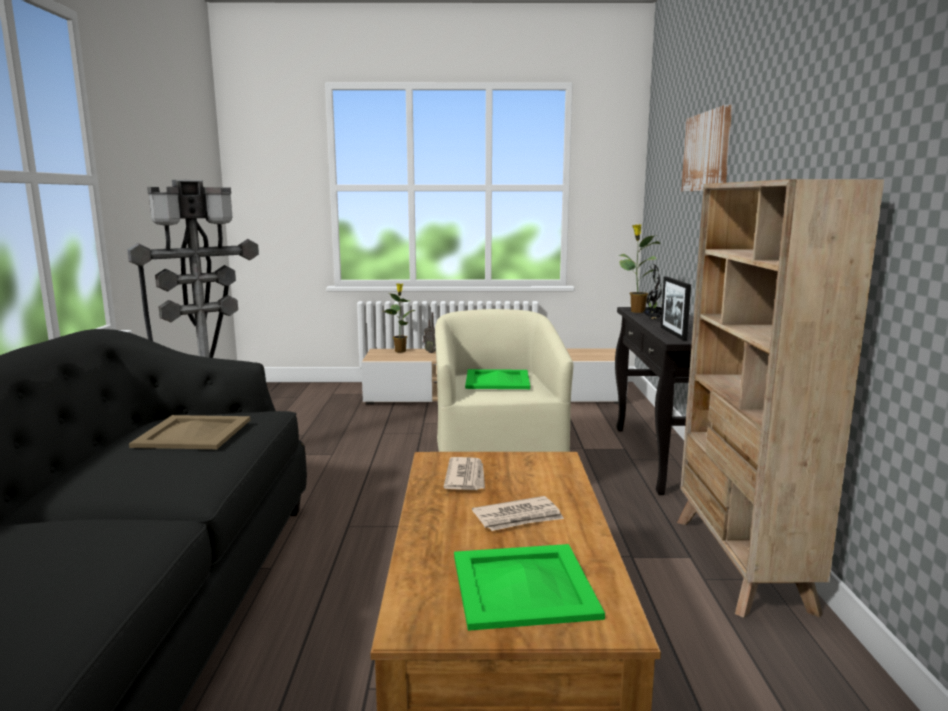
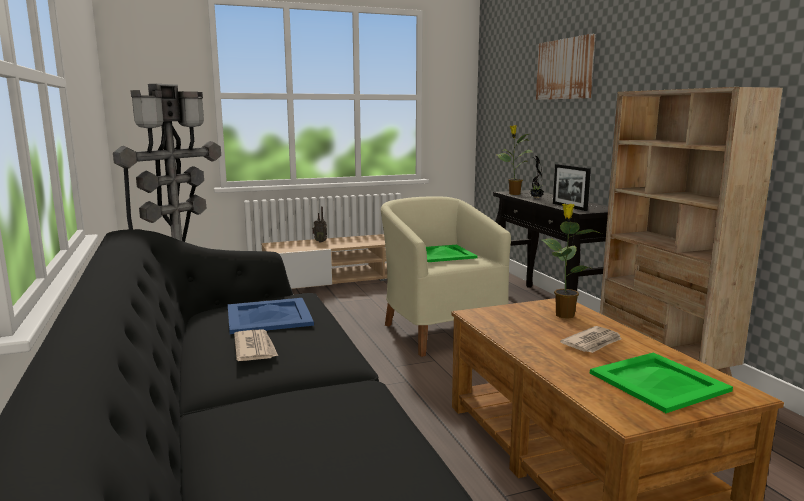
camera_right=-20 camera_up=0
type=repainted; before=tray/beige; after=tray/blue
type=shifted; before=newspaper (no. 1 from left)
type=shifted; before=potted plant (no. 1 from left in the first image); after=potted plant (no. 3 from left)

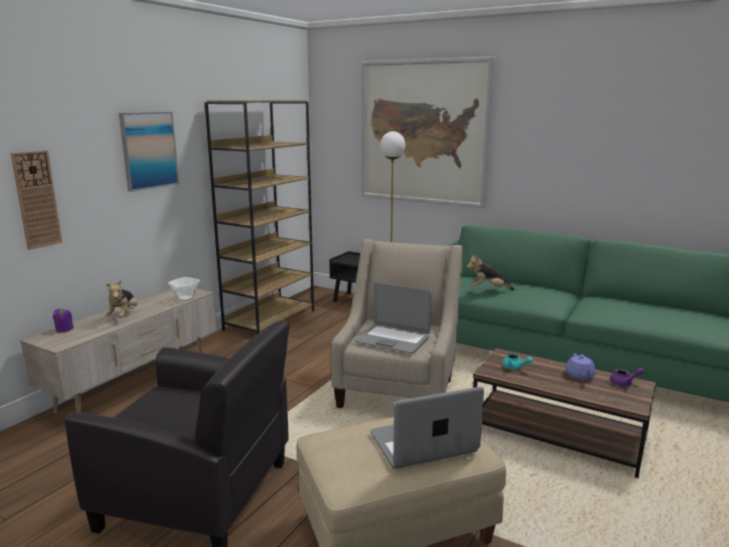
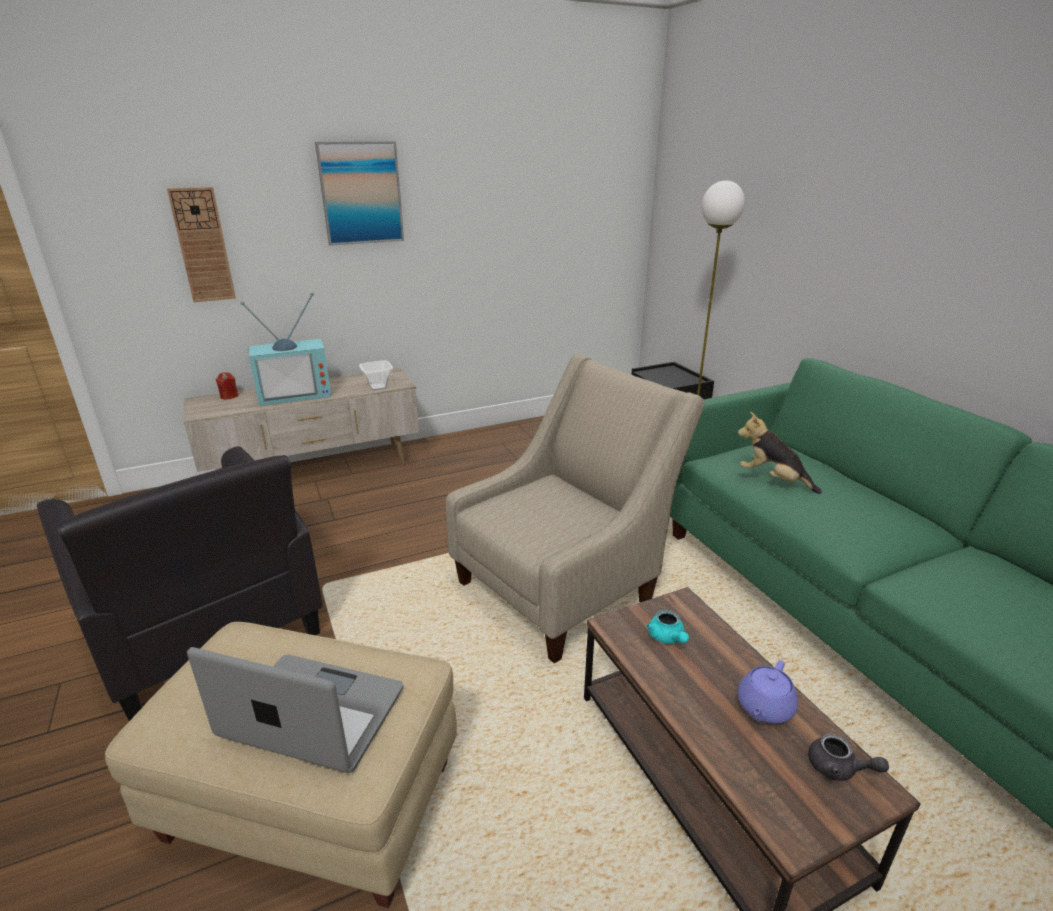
camera_right=35 camera_up=10
type=repainted; before=candle/purple; after=candle/red
type=swapped; before=plush toy (no. 1 from left); after=television
type=repainted; before=teapot/purple (no. 2 from left); after=teapot/grey
type=gone; before=bookcase/brown
type=gone; before=laptop (no. 1 from left)
type=gone; before=picture (no. 2 from left)

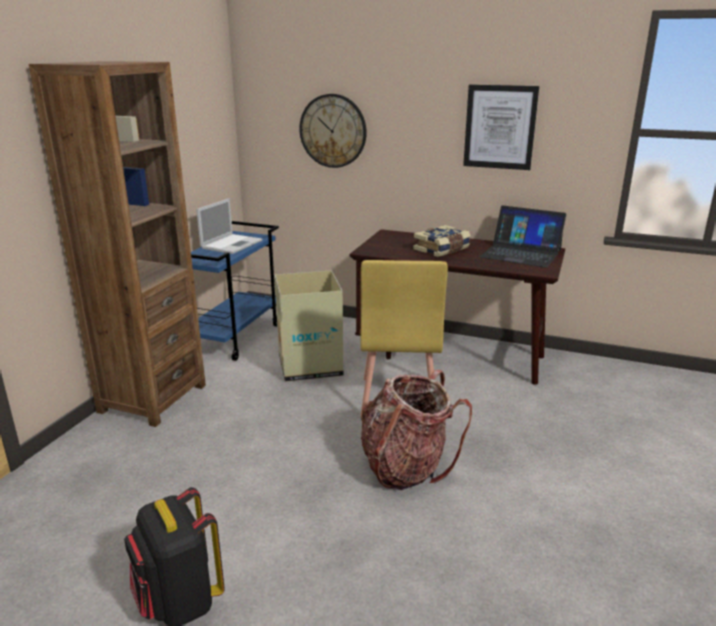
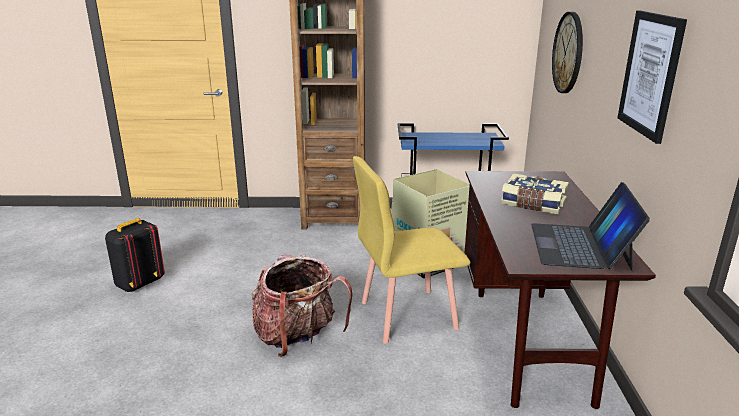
camera_right=70 camera_up=0
type=gone; before=laptop (no. 1 from left)

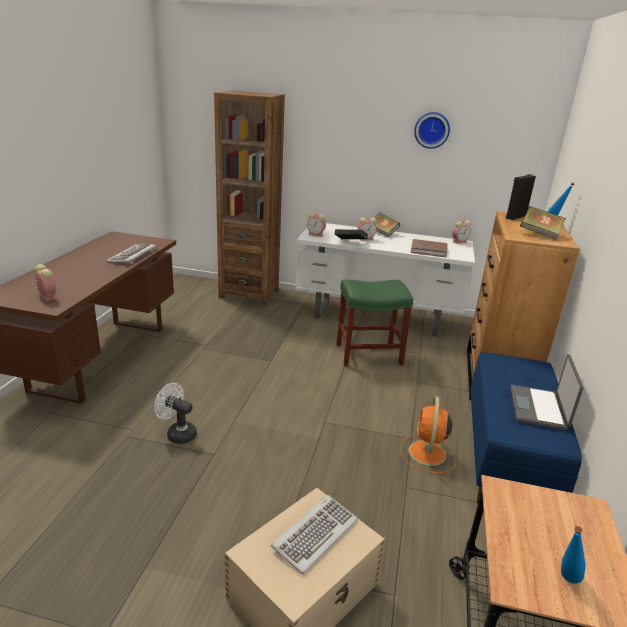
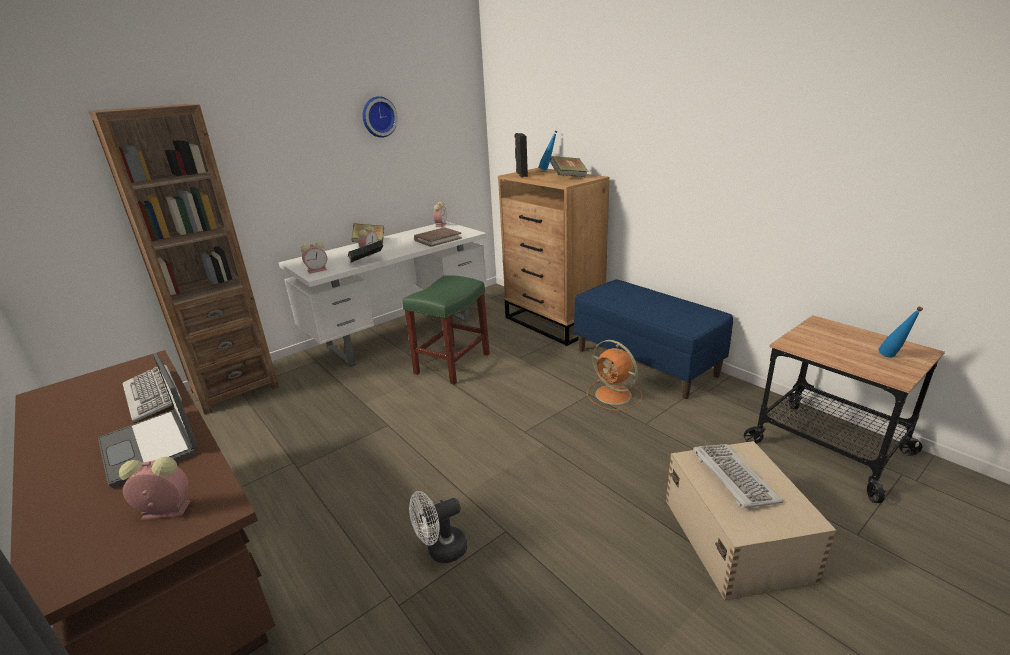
camera_right=-50 camera_up=0
type=shifted; before=laptop

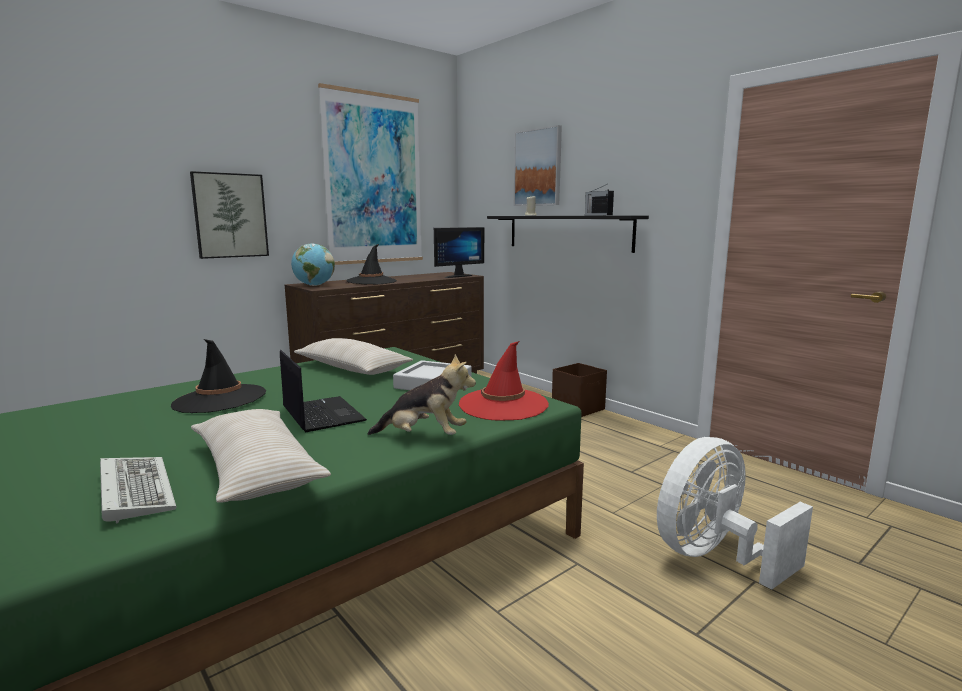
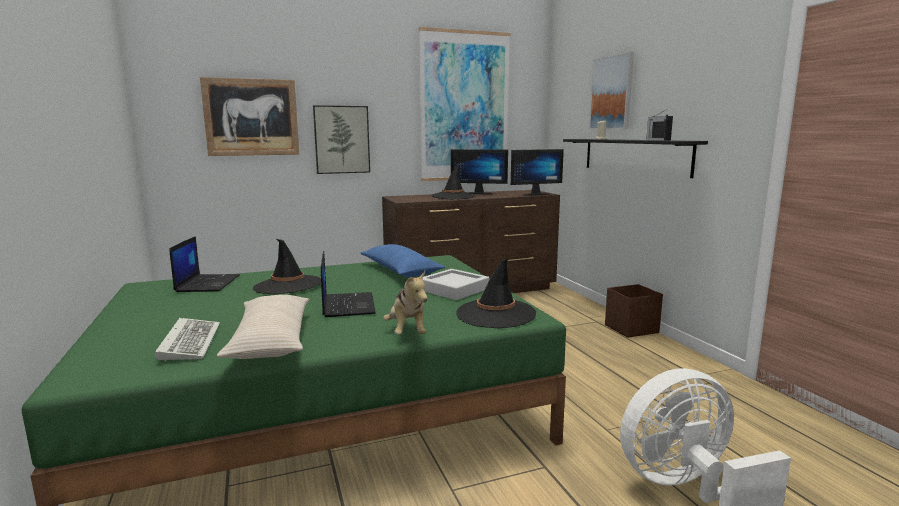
camera_right=20 camera_up=0
type=new; after=laptop (no. 1 from left)
type=new; after=picture (no. 1 from left)
type=repainted; before=pillow/beige (no. 2 from left); after=pillow/blue
type=rotated; before=plush toy; turn=45
type=new; after=monitor (no. 1 from left)
type=repainted; before=hat/red; after=hat/black (no. 3 from left)
type=gone; before=globe

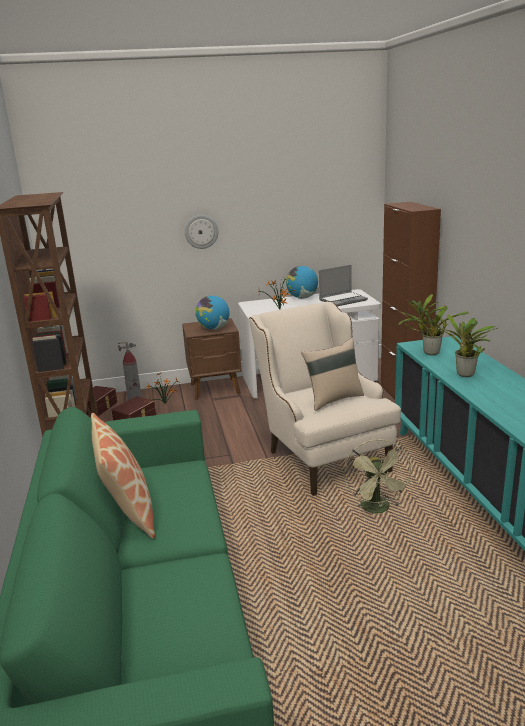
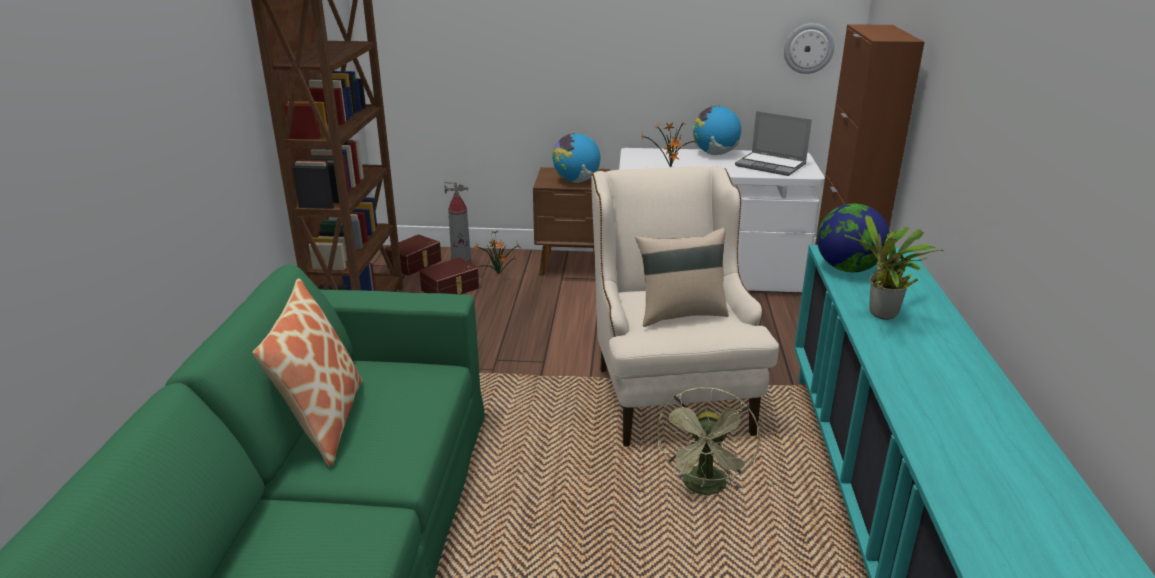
camera_right=15 camera_up=5
type=rotated; before=laptop; turn=45
type=shifted; before=wall clock
type=swapped; before=potted plant (no. 3 from left); after=globe (no. 3 from left)

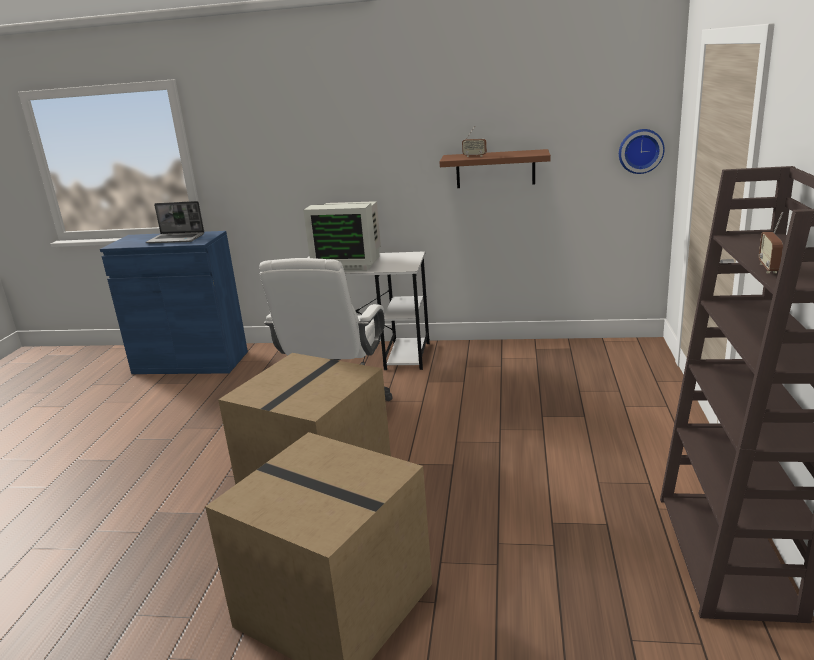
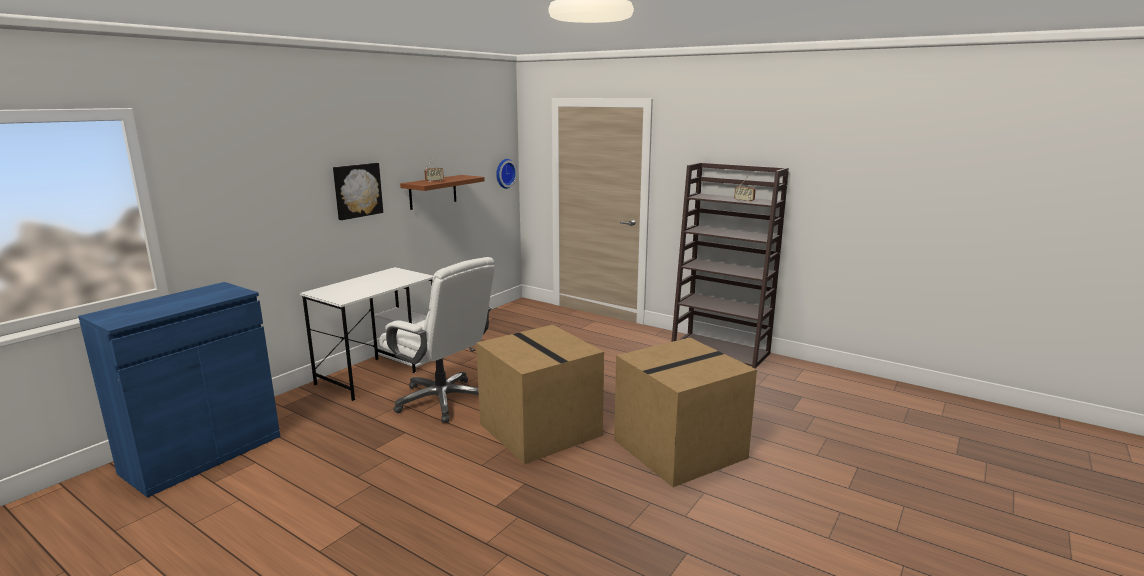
camera_right=-65 camera_up=-5
type=new; after=picture
type=gone; before=laptop
type=gone; before=monitor

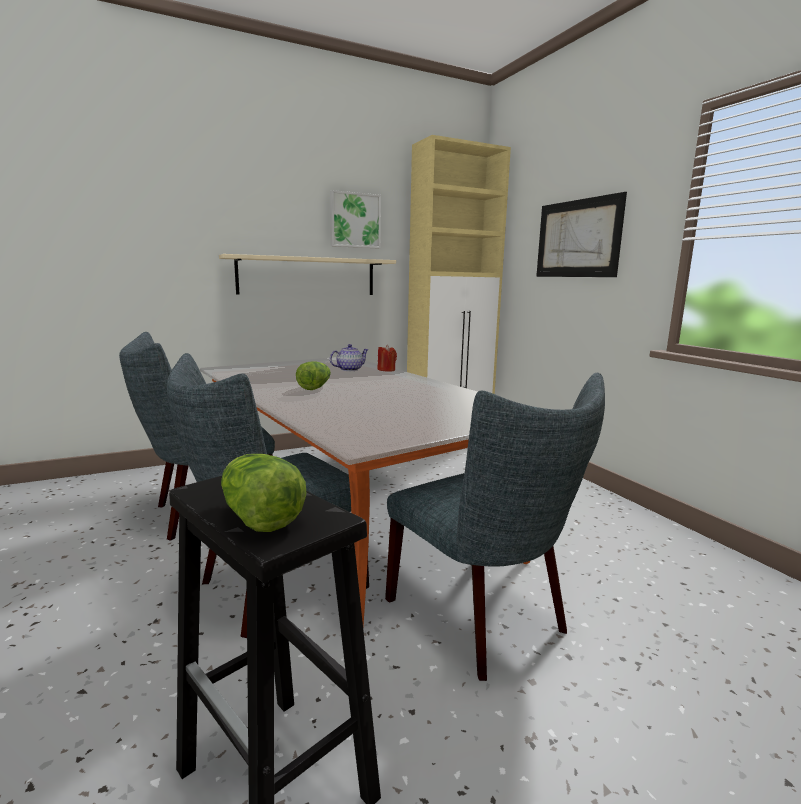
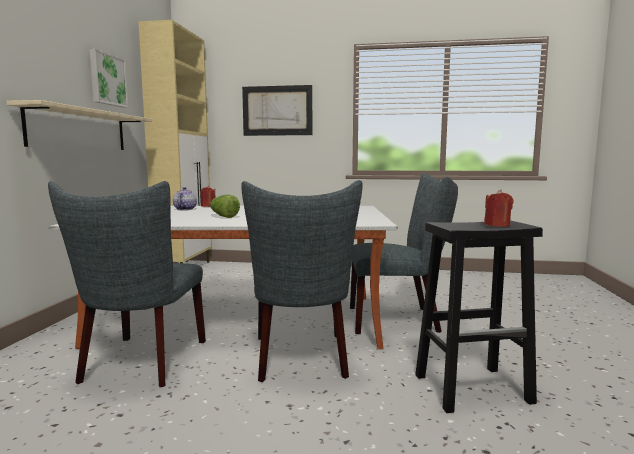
camera_right=-55 camera_up=-5
type=swapped; before=lettuce (no. 1 from left); after=candle/red (no. 2 from left)

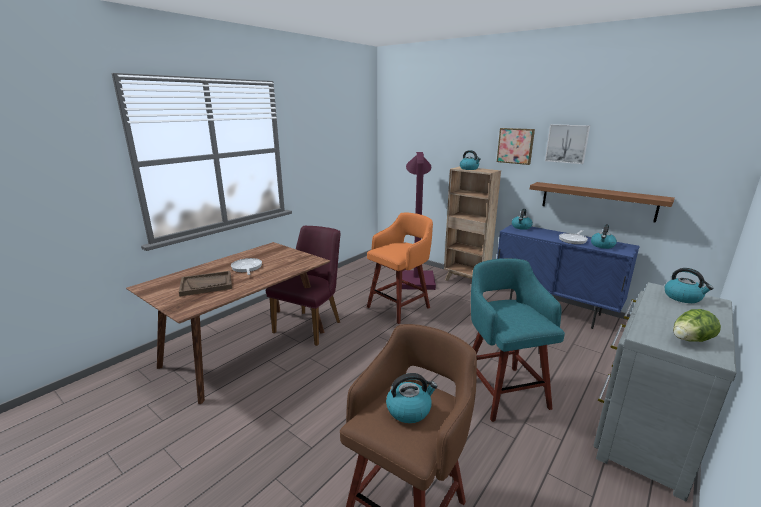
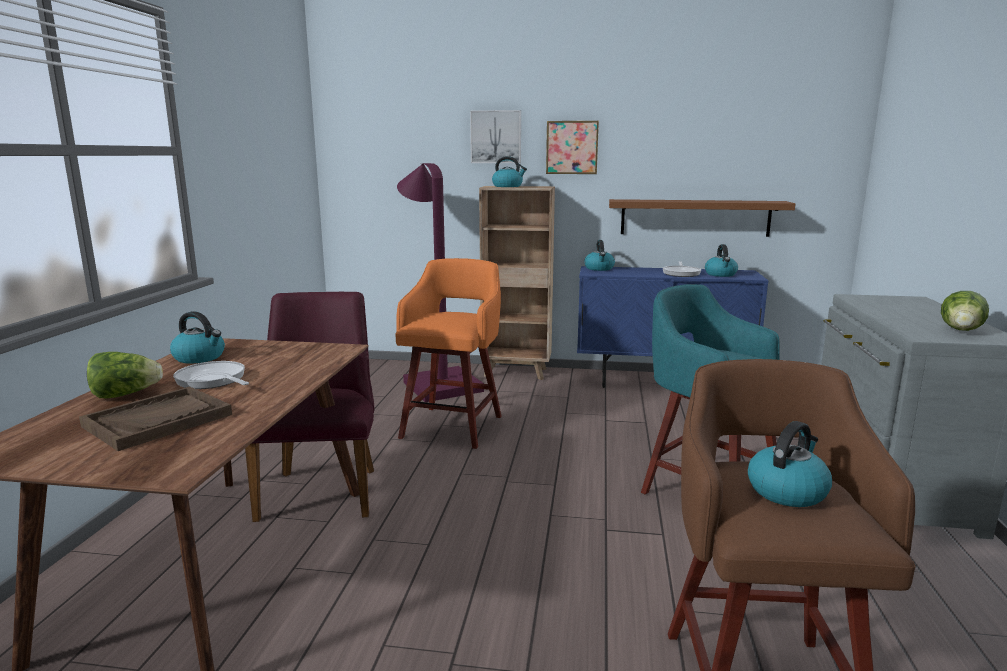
camera_right=-30 camera_up=-5
type=new; after=lettuce (no. 1 from left)
type=shifted; before=kettle (no. 5 from left in the first image); after=kettle (no. 1 from left)
type=shifted; before=picture (no. 2 from left in the first image); after=picture (no. 1 from left)

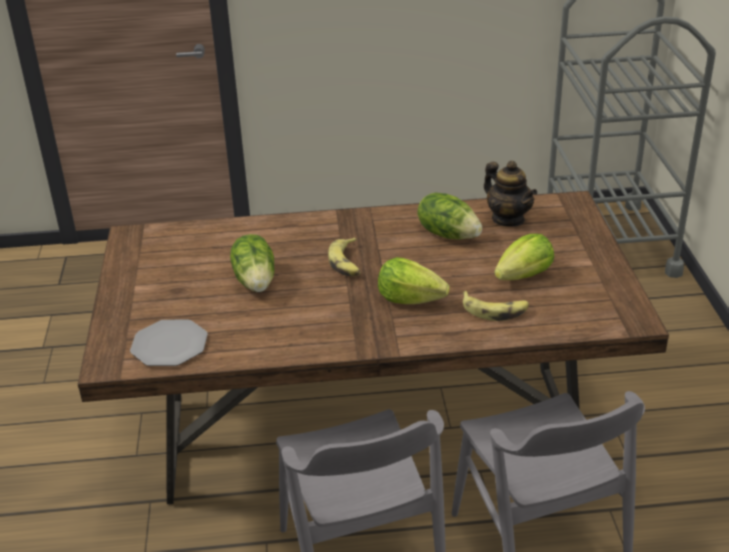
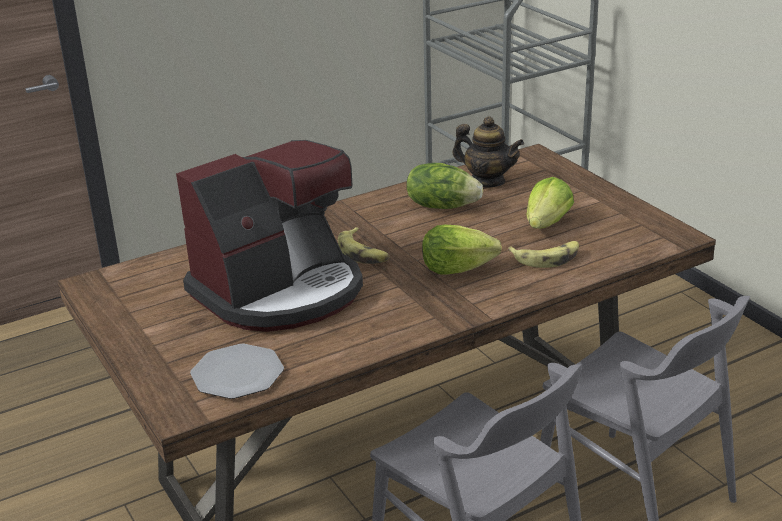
camera_right=-25 camera_up=-5
type=swapped; before=lettuce (no. 1 from left); after=coffee machine

